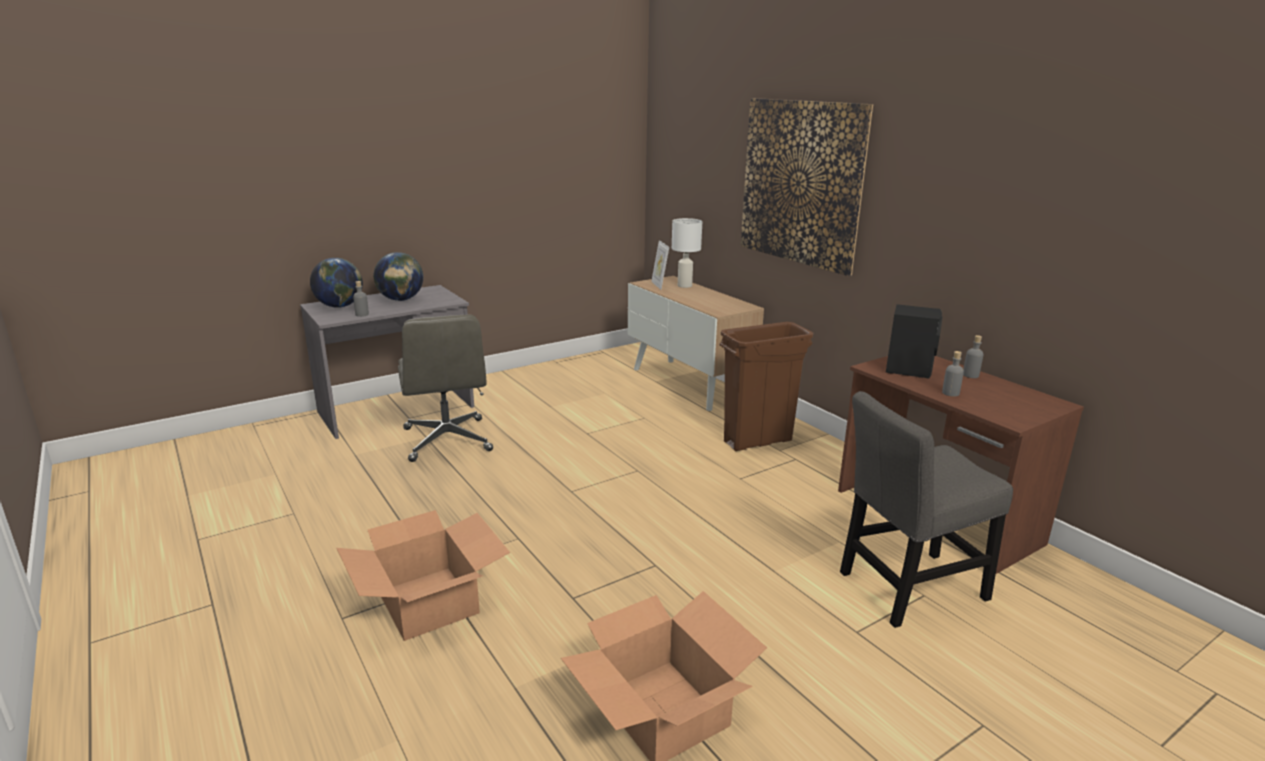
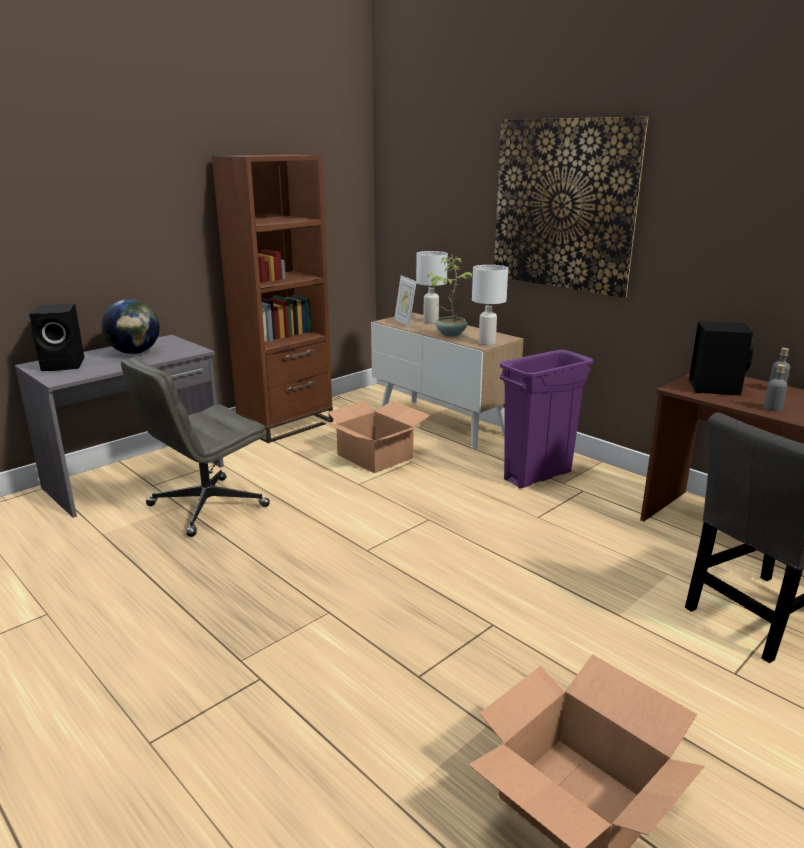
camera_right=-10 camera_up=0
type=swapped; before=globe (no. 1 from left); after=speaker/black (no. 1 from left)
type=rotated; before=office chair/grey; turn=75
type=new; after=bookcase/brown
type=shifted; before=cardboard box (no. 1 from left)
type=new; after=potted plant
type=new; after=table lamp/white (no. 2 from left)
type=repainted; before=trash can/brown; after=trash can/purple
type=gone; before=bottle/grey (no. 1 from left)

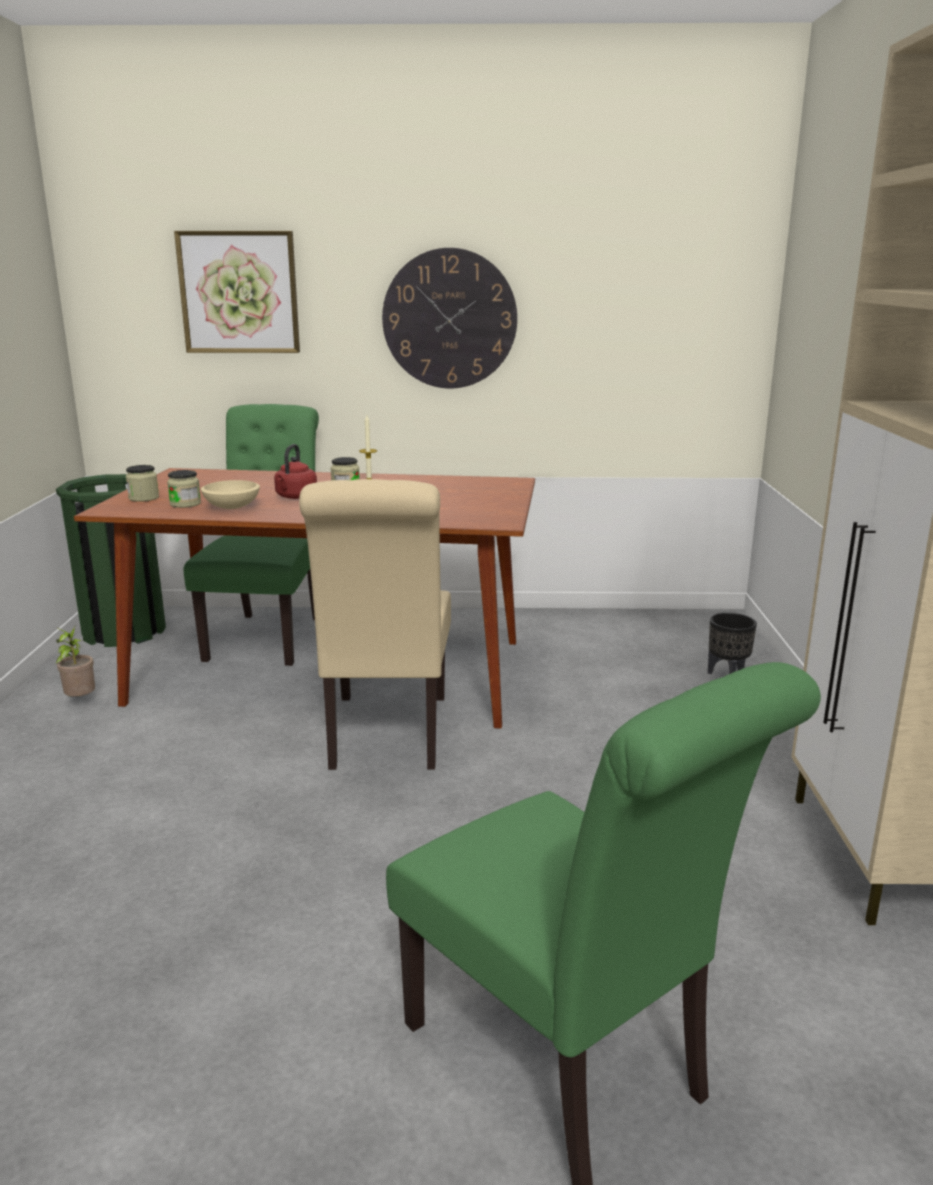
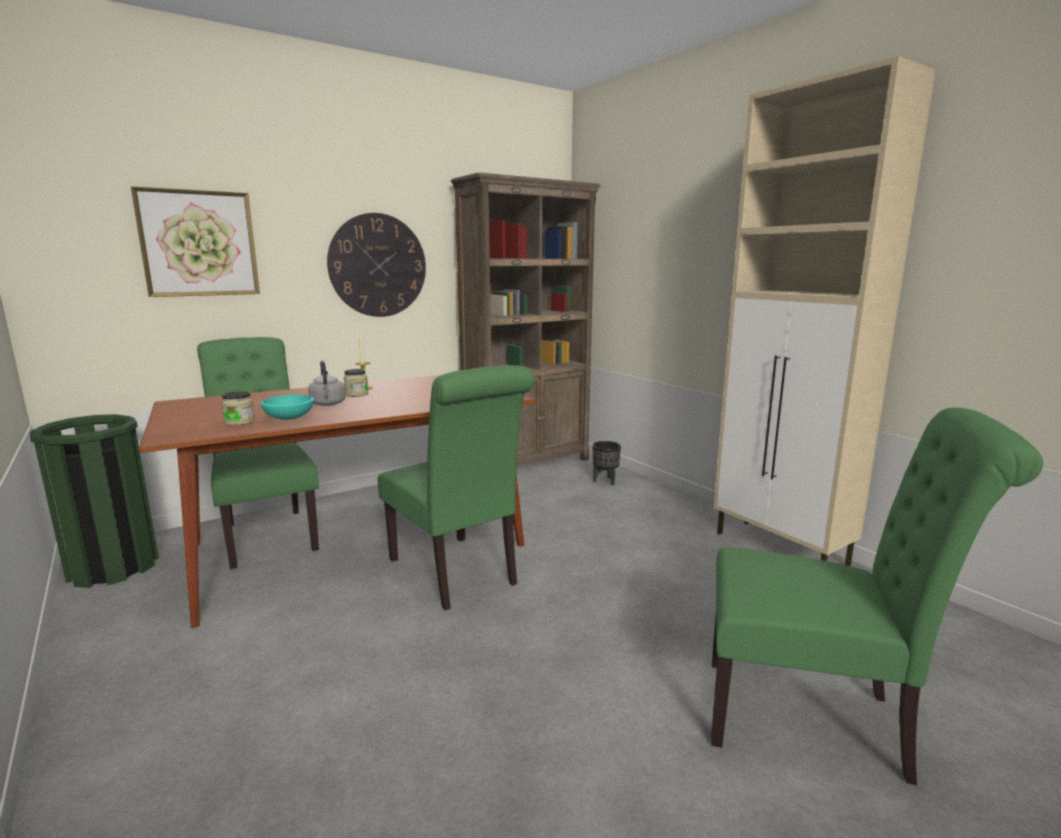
camera_right=-35 camera_up=-5
type=repainted; before=bowl/beige; after=bowl/turquoise
type=repainted; before=kettle/red; after=kettle/grey
type=repainted; before=chair/beige; after=chair/green (no. 2 from left)
type=new; after=bookcase/brown
type=gone; before=potted plant
type=gone; before=jar (no. 1 from left)

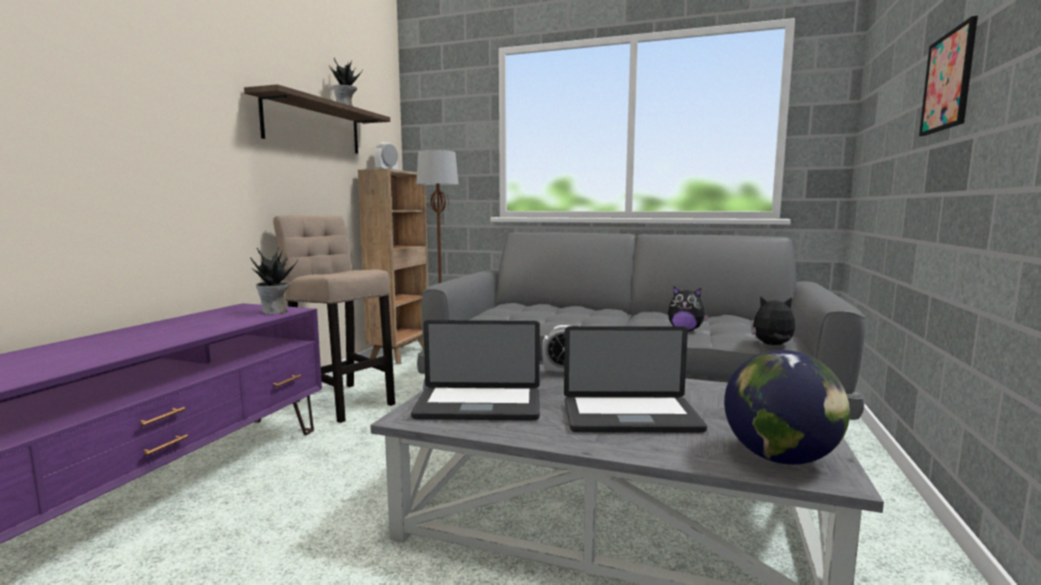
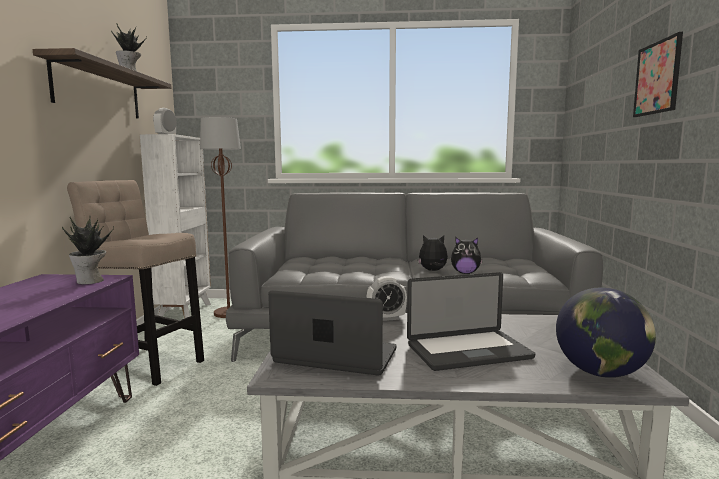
camera_right=-15 camera_up=0
type=repainted; before=bookcase/brown; after=bookcase/white
type=rotated; before=laptop (no. 1 from left); turn=-150
type=shifted; before=plush toy (no. 2 from left in the first image); after=plush toy (no. 1 from left)

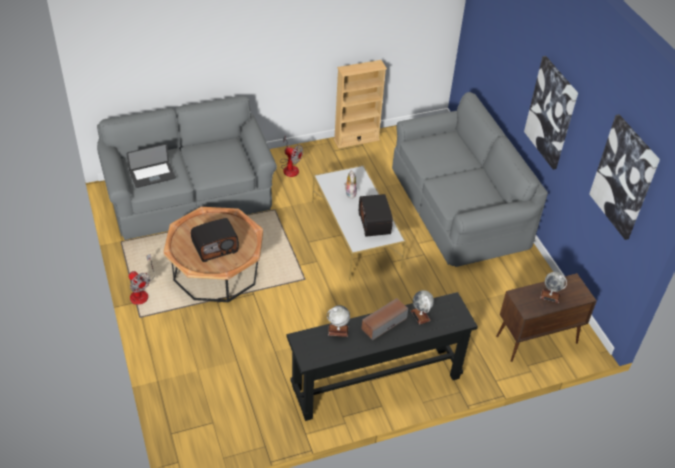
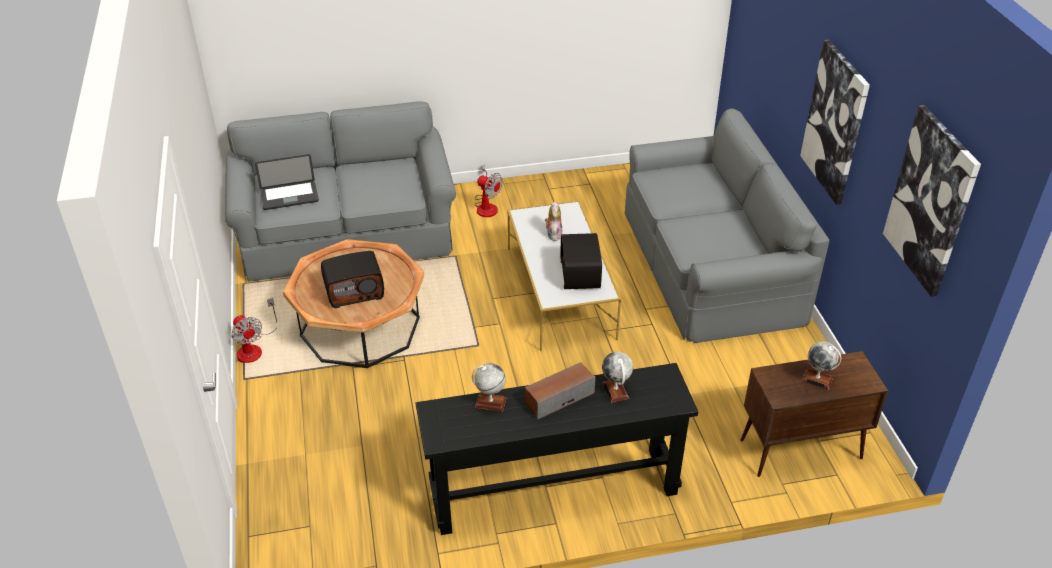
camera_right=10 camera_up=-5
type=gone; before=bookcase/beige

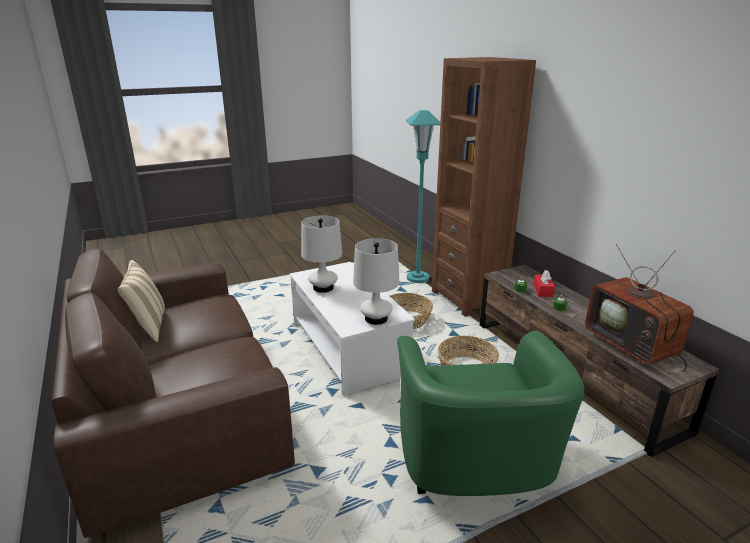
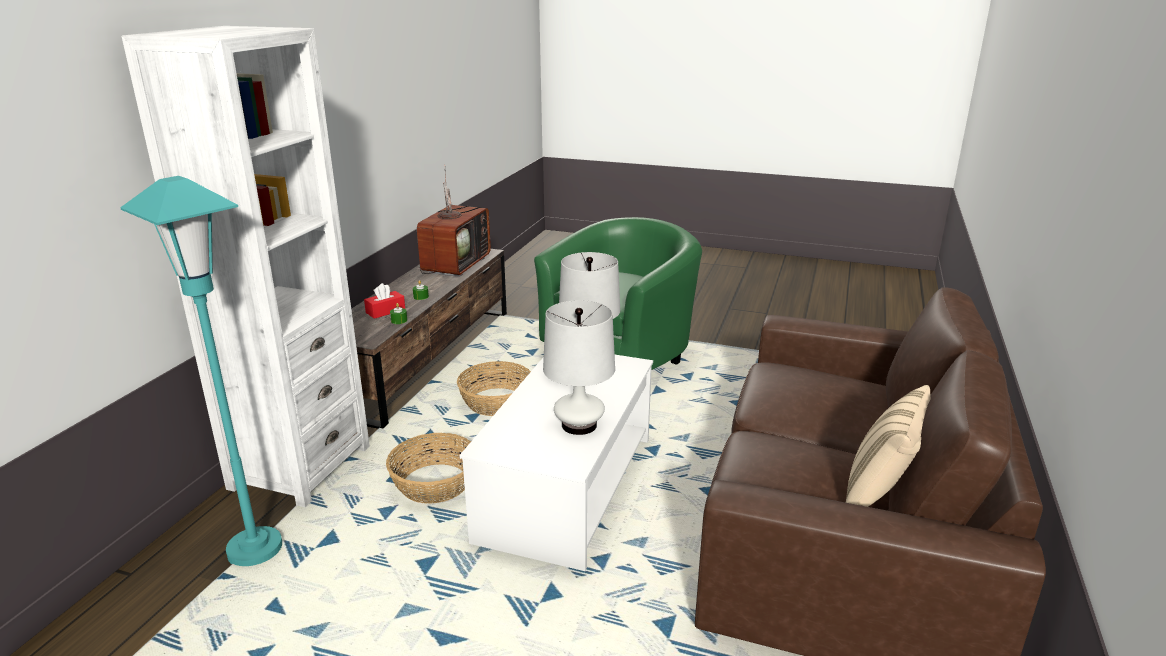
camera_right=-135 camera_up=0
type=repainted; before=bookcase/brown; after=bookcase/white

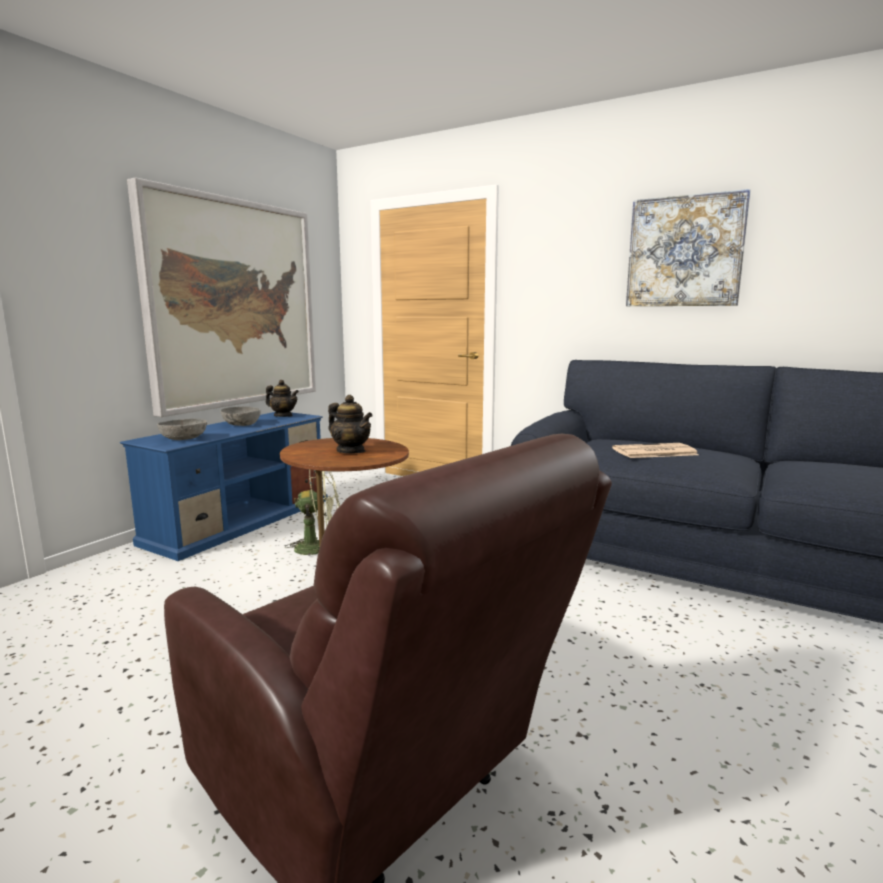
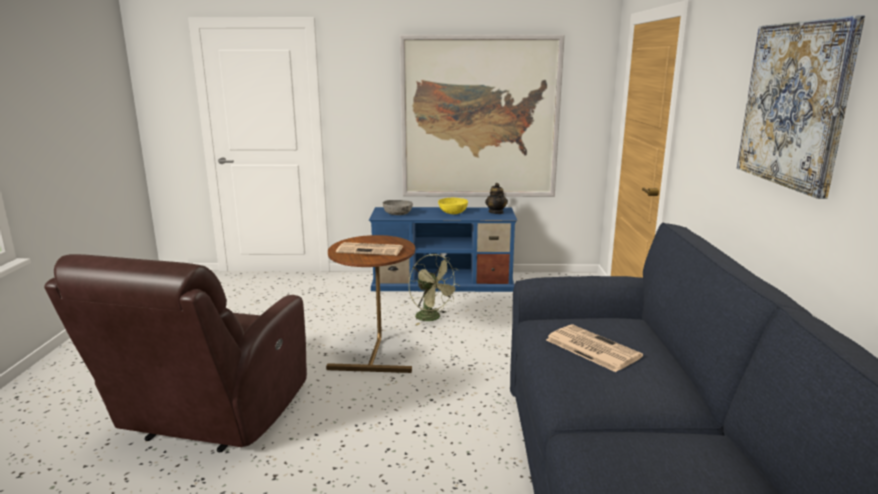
camera_right=60 camera_up=5
type=swapped; before=teapot (no. 2 from left); after=newspaper (no. 1 from left)
type=repainted; before=bowl/grey (no. 2 from left); after=bowl/yellow

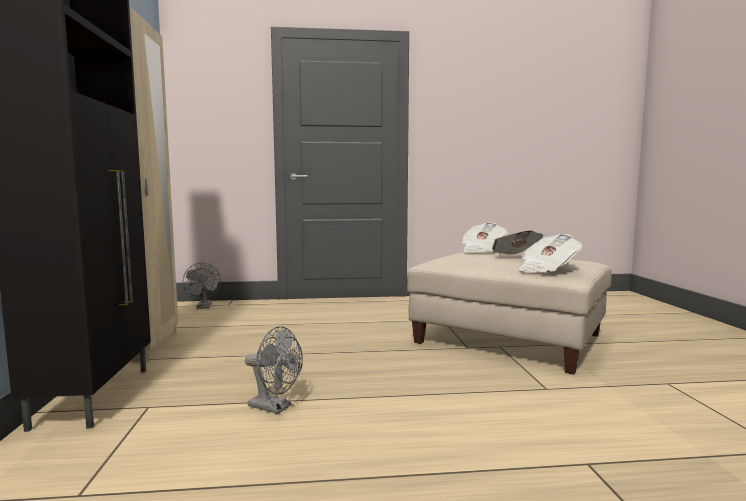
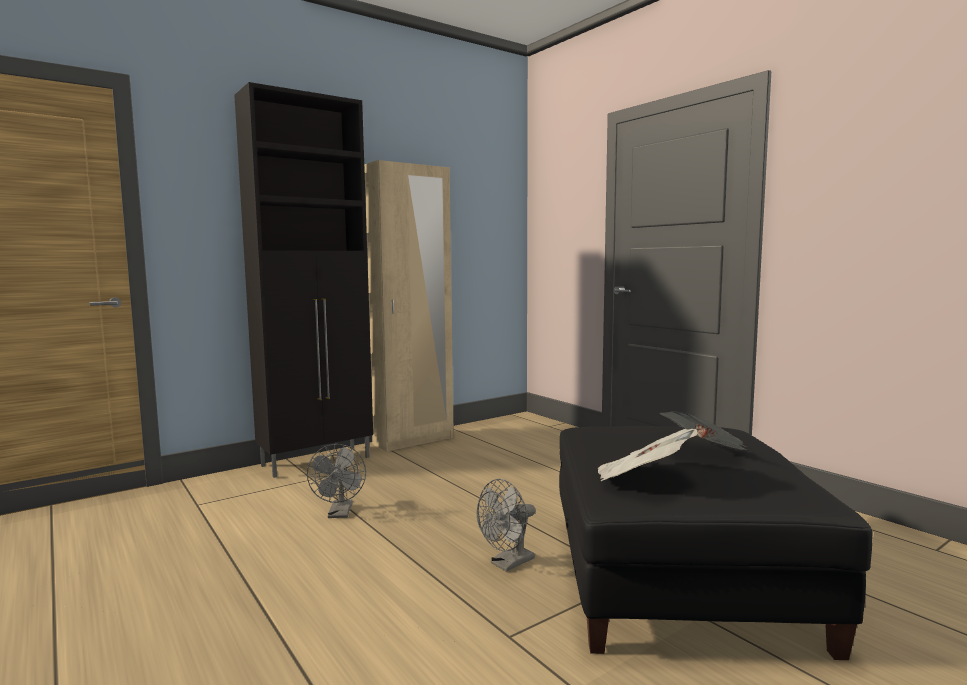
camera_right=60 camera_up=0
type=shifted; before=fan/grey (no. 1 from left in the first image); after=fan/grey (no. 2 from left)
type=repainted; before=ottoman/beige; after=ottoman/black
type=gone; before=newspaper (no. 1 from left)

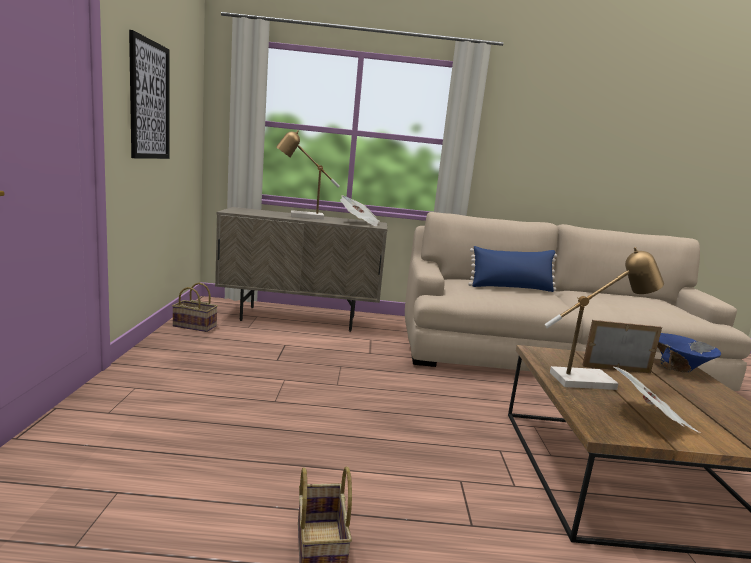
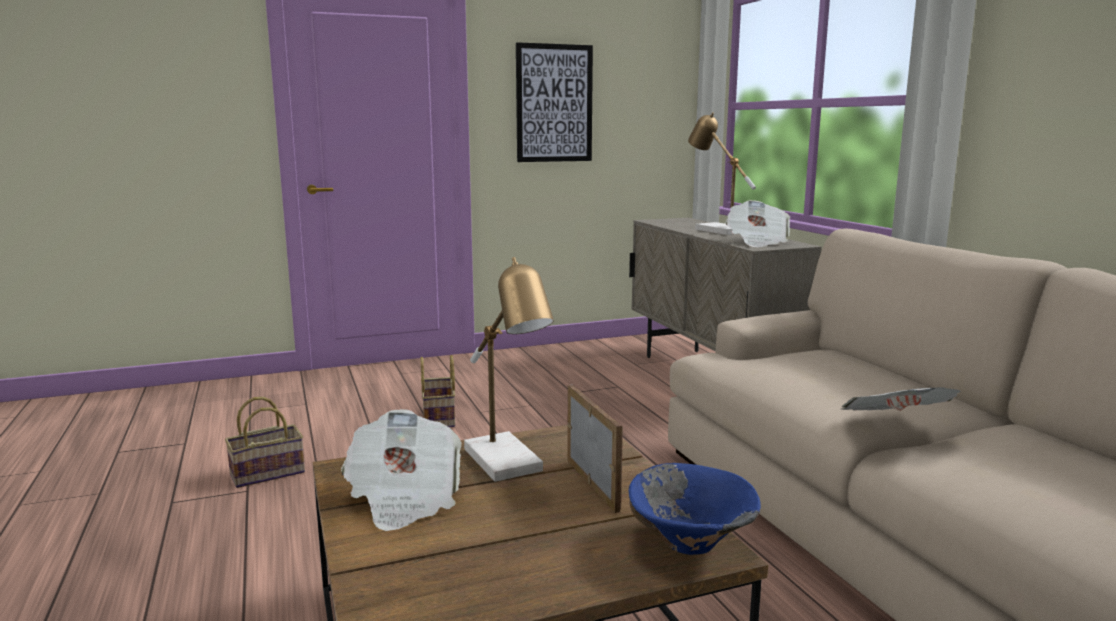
camera_right=70 camera_up=0
type=shifted; before=basket (no. 1 from left in the first image); after=basket (no. 2 from left)
type=new; after=newspaper (no. 3 from left)
type=gone; before=pillow/blue

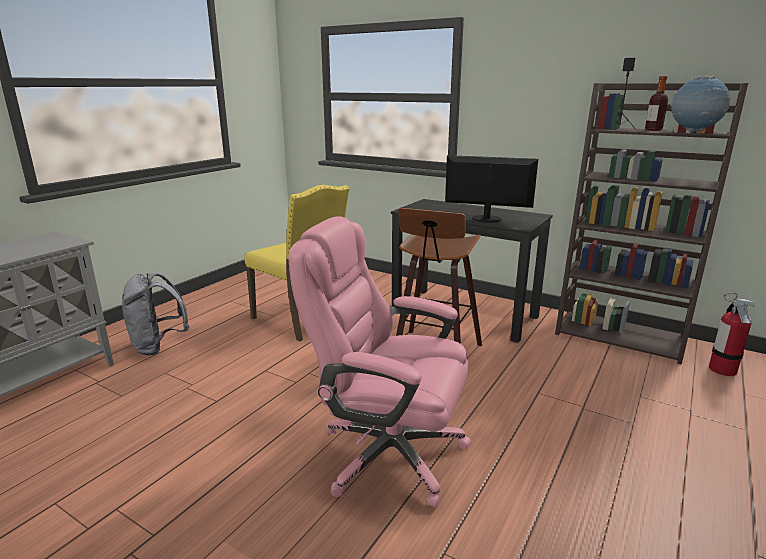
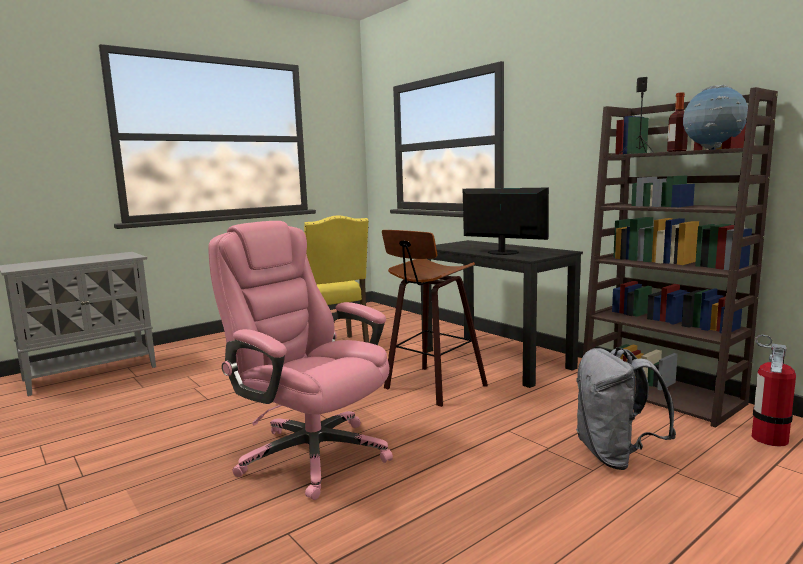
camera_right=20 camera_up=-10
type=shifted; before=backpack/grey

